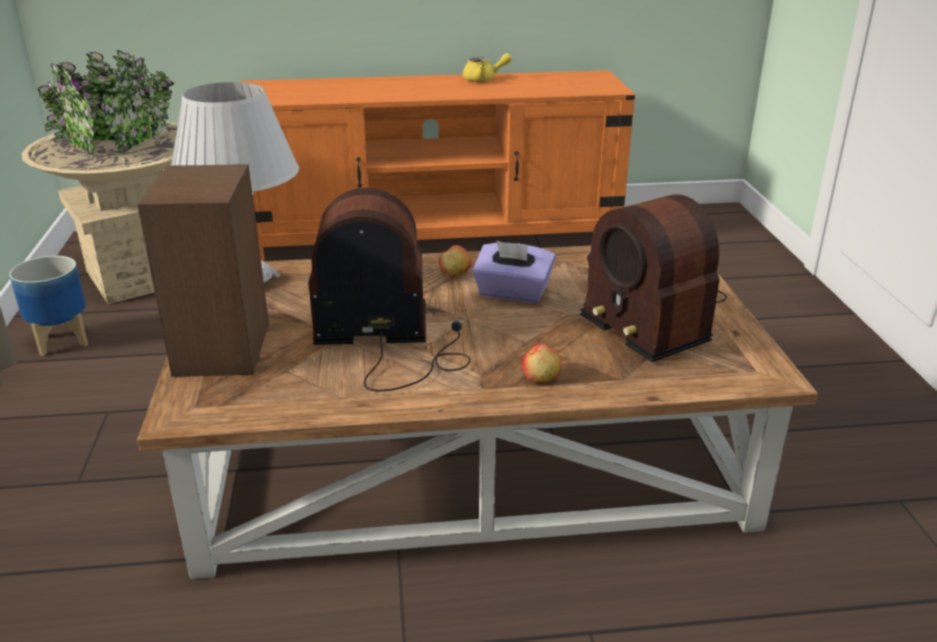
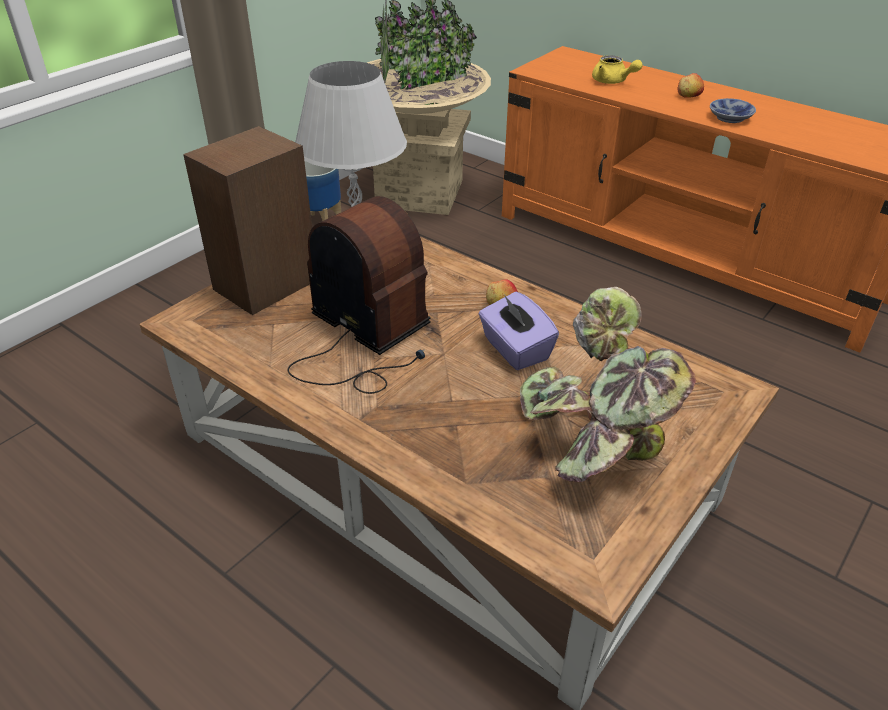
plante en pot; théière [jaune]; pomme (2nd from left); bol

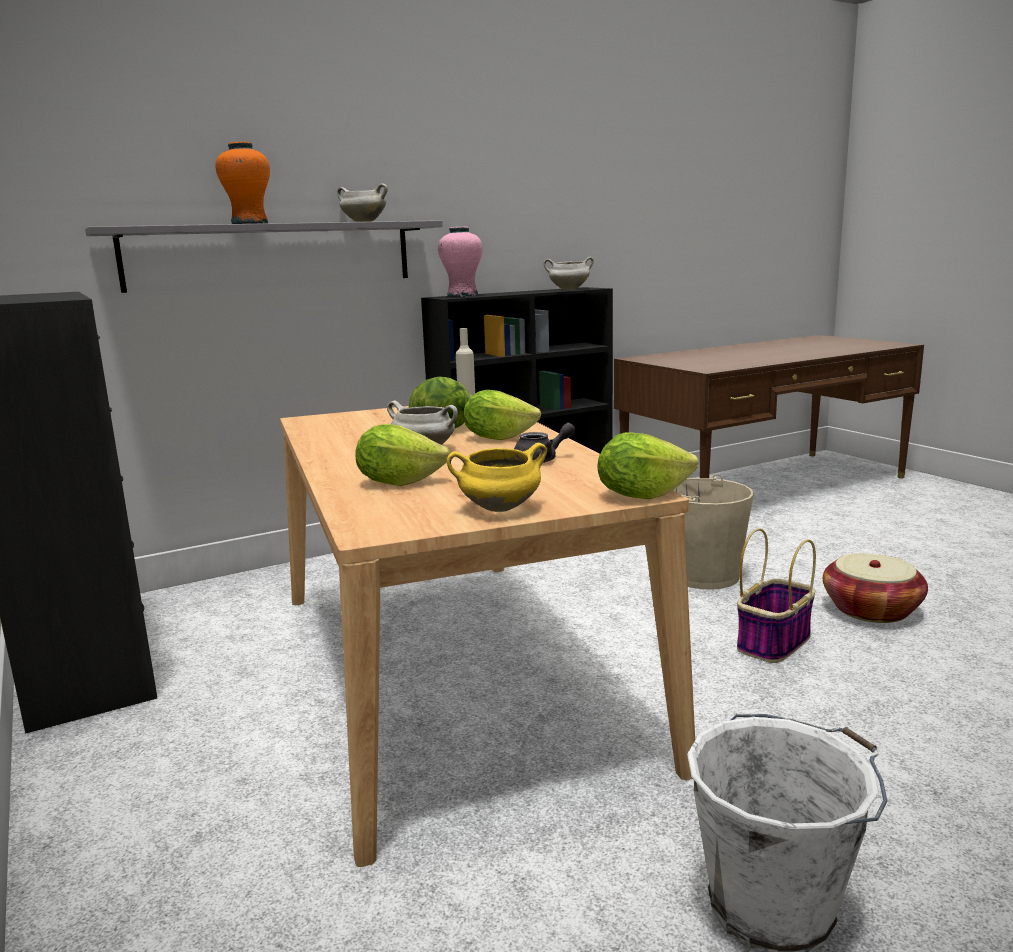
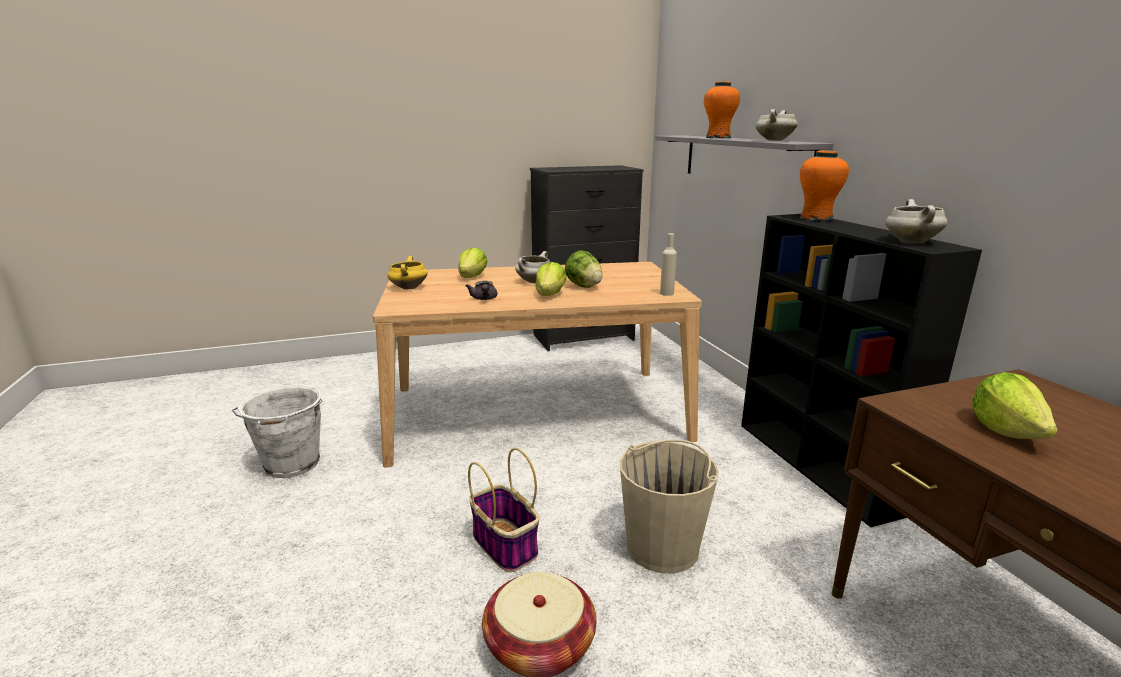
vase [orange] (2nd from left); laitue (4th from left)

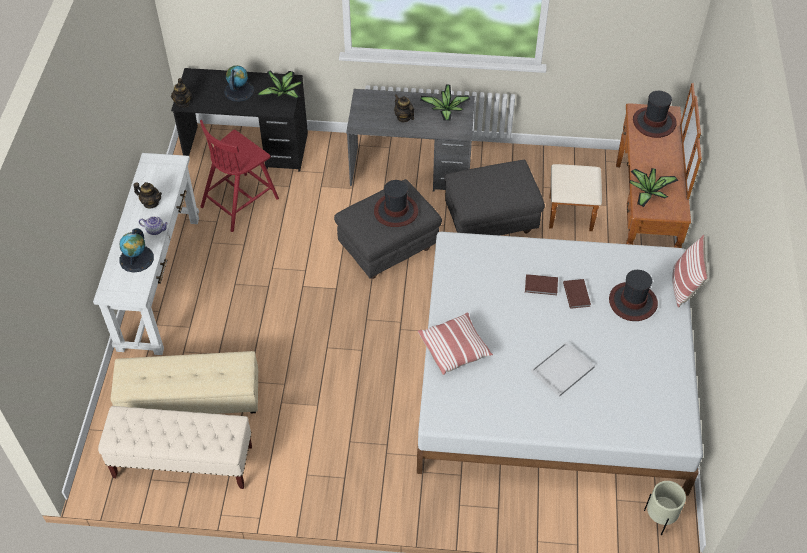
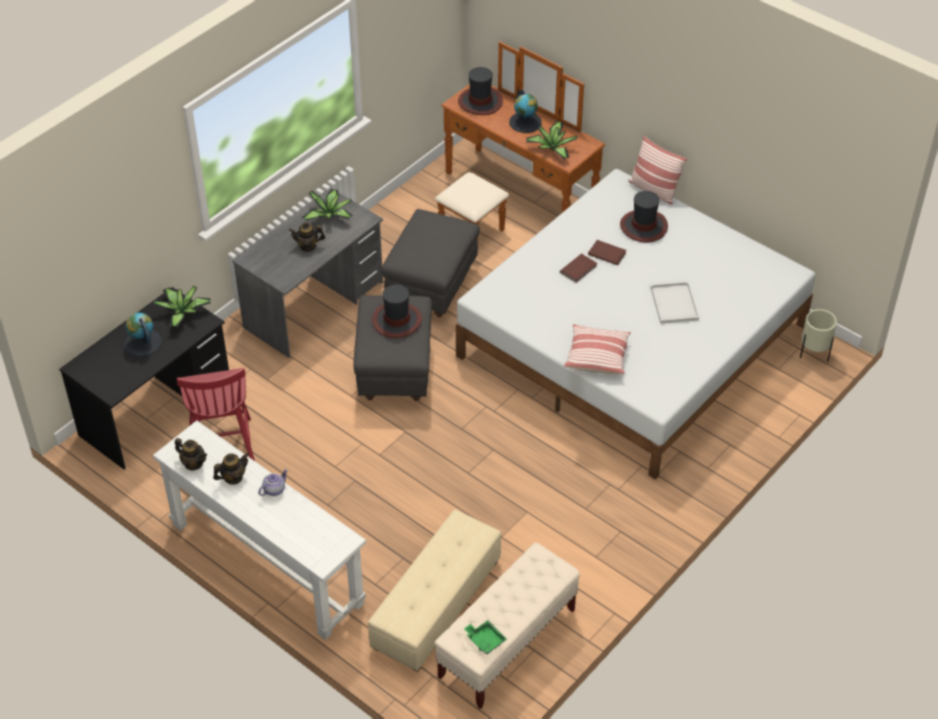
théière (1st from left); plateau [vert]; globe (2nd from left)

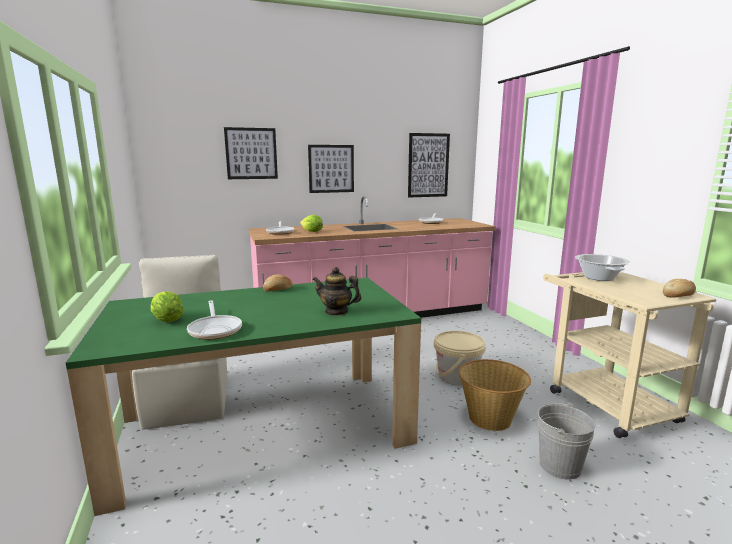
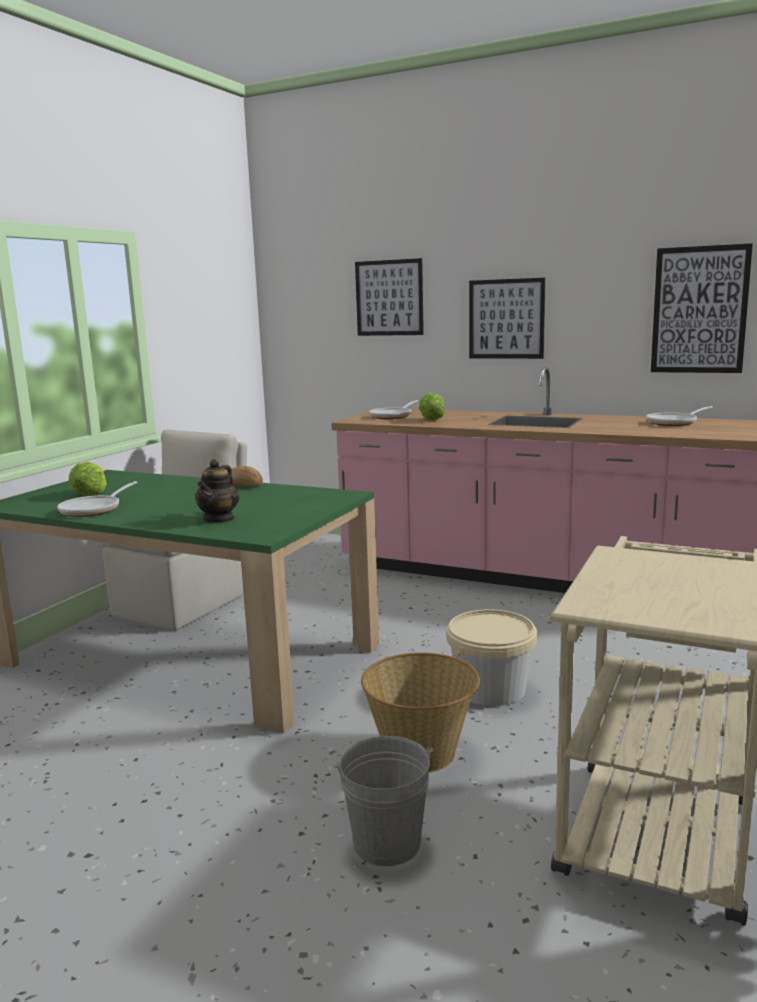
théière; marmite; pain (2nd from left in the first image)

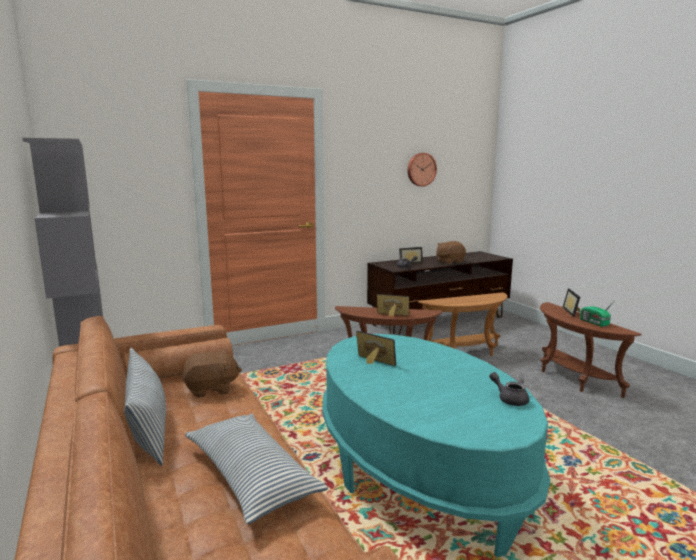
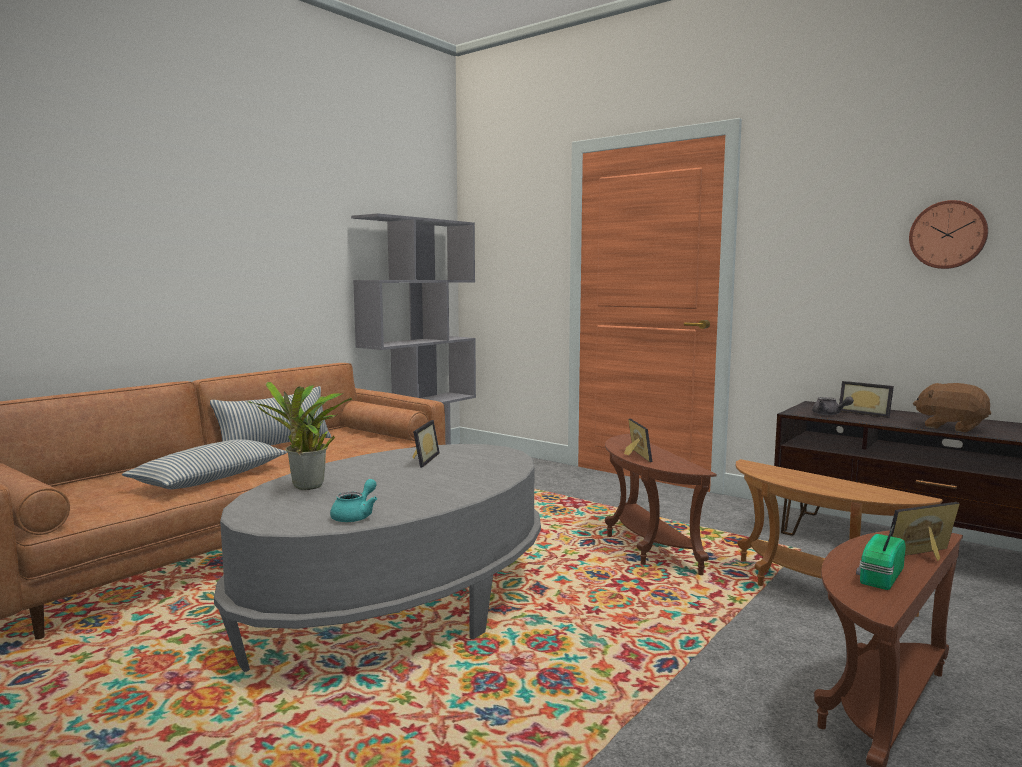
table basse [gris]; plante en pot; théière [turquoise]; peluche [marron] (1st from left in the first image)

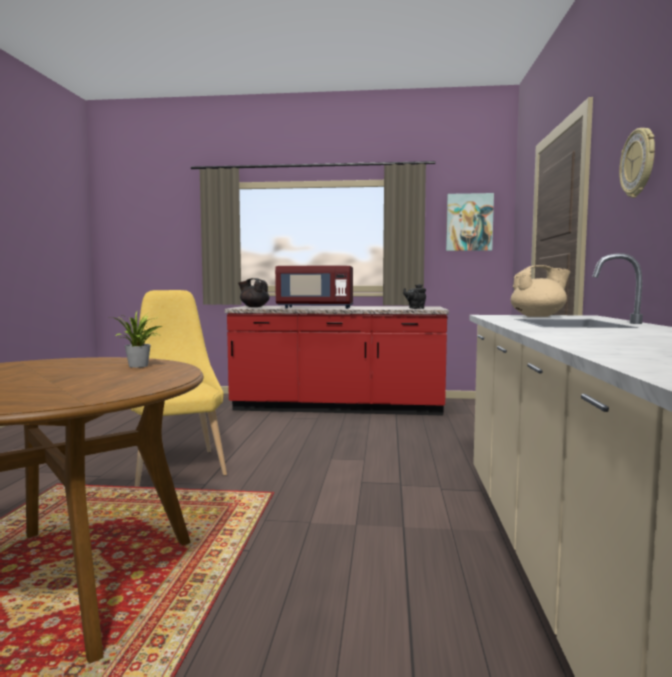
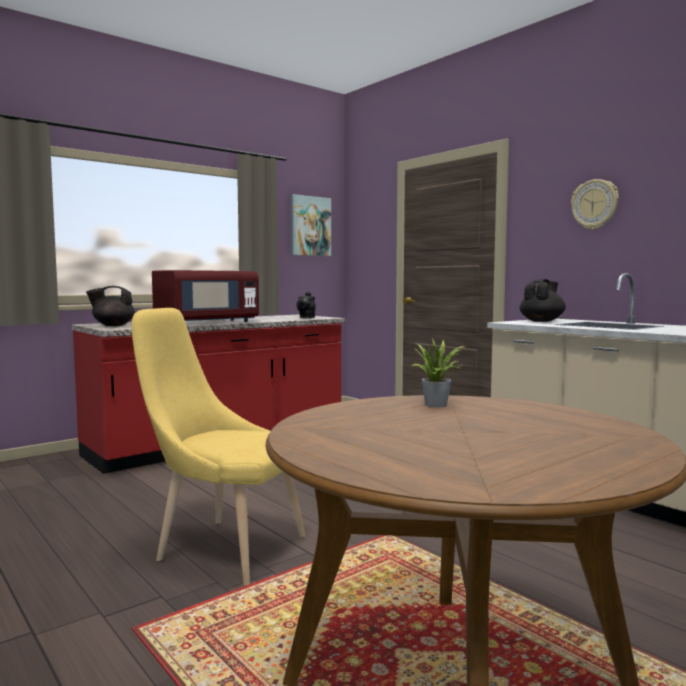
théière [noir] (3rd from left)

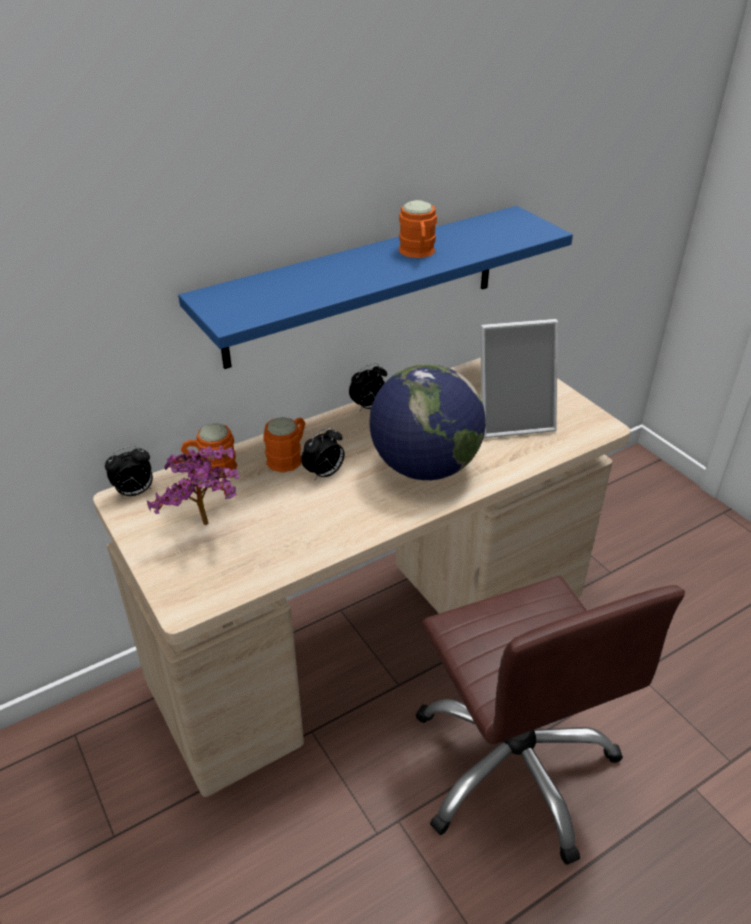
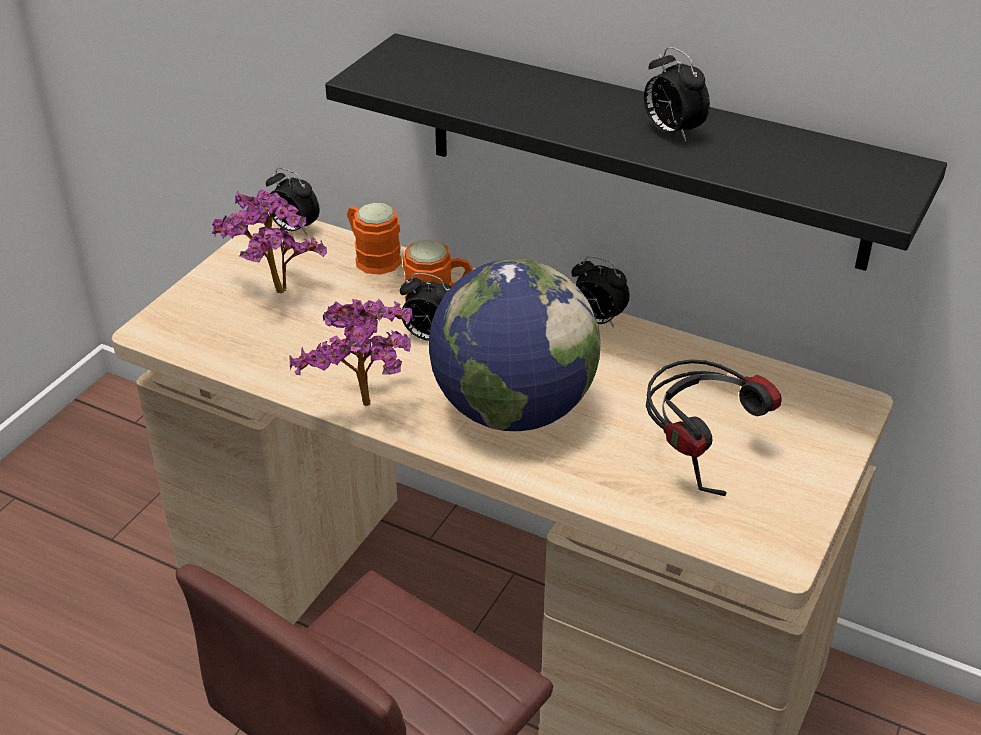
plante en pot (2nd from left); étagère [noir]; réveil (4th from left); casque audio

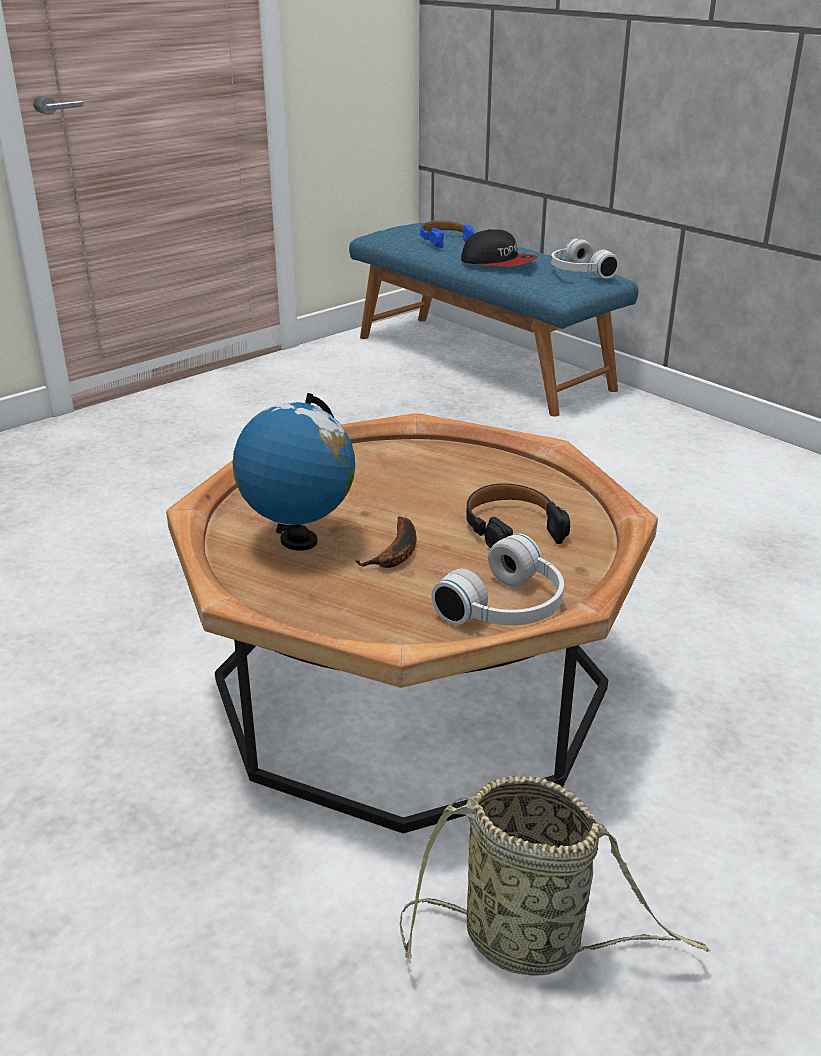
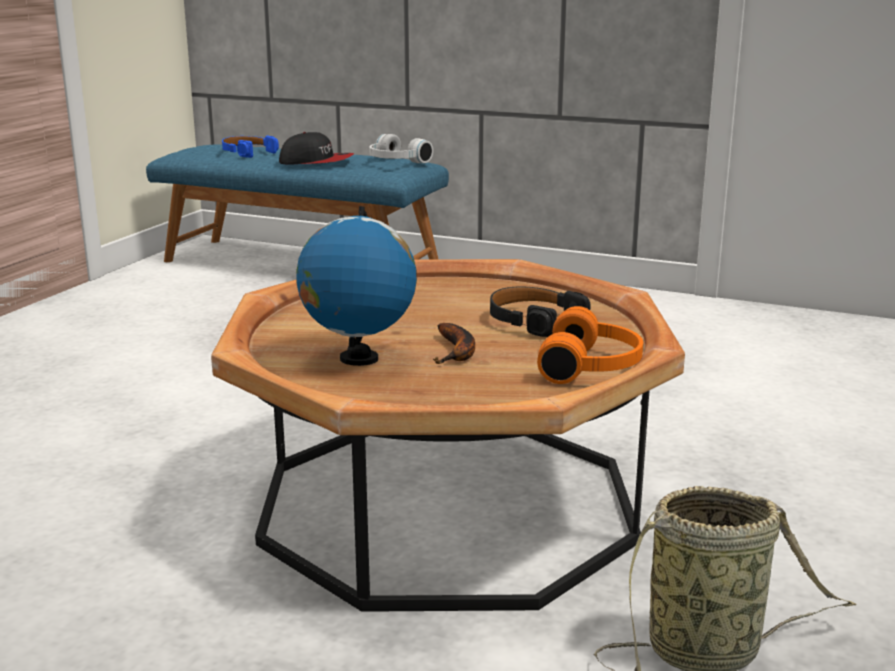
casque audio [orange]

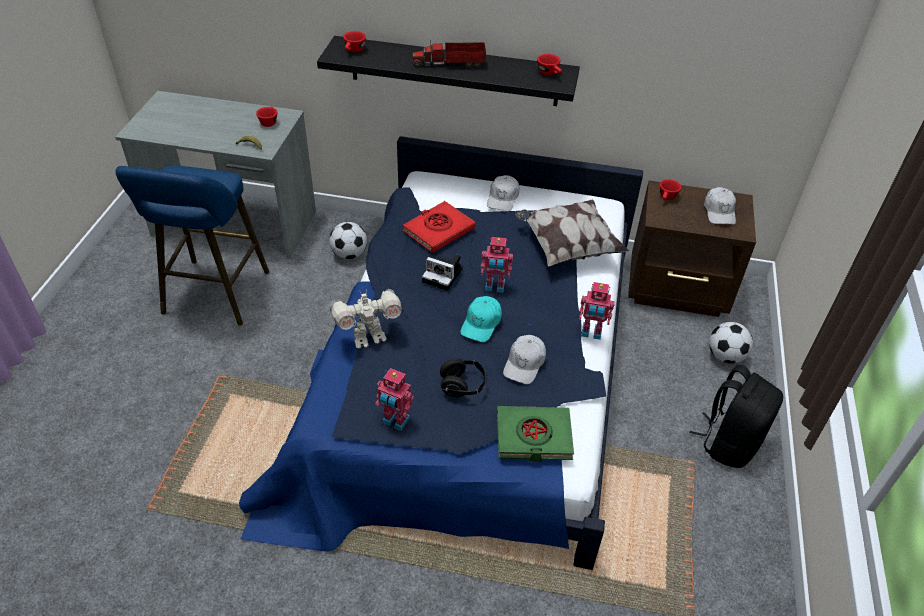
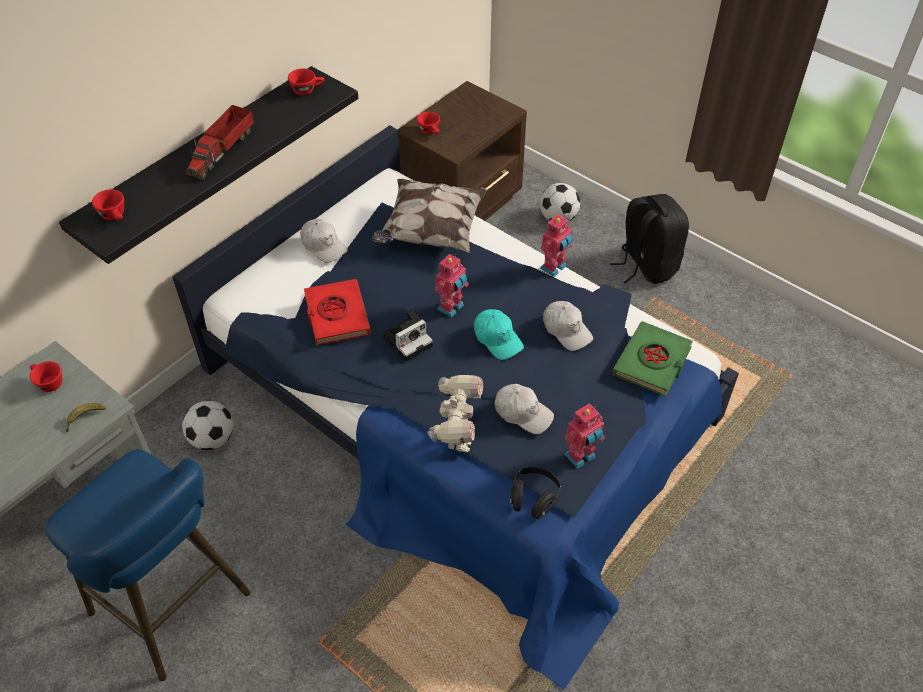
casquette [blanc] (2nd from left); casque audio [noir]

